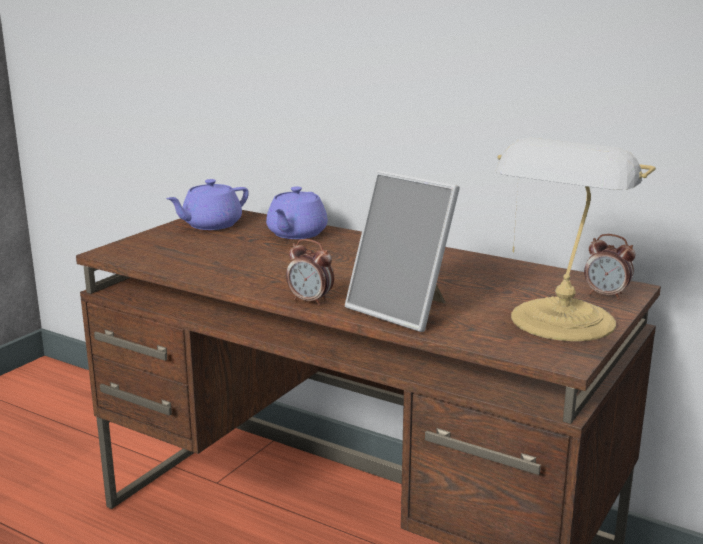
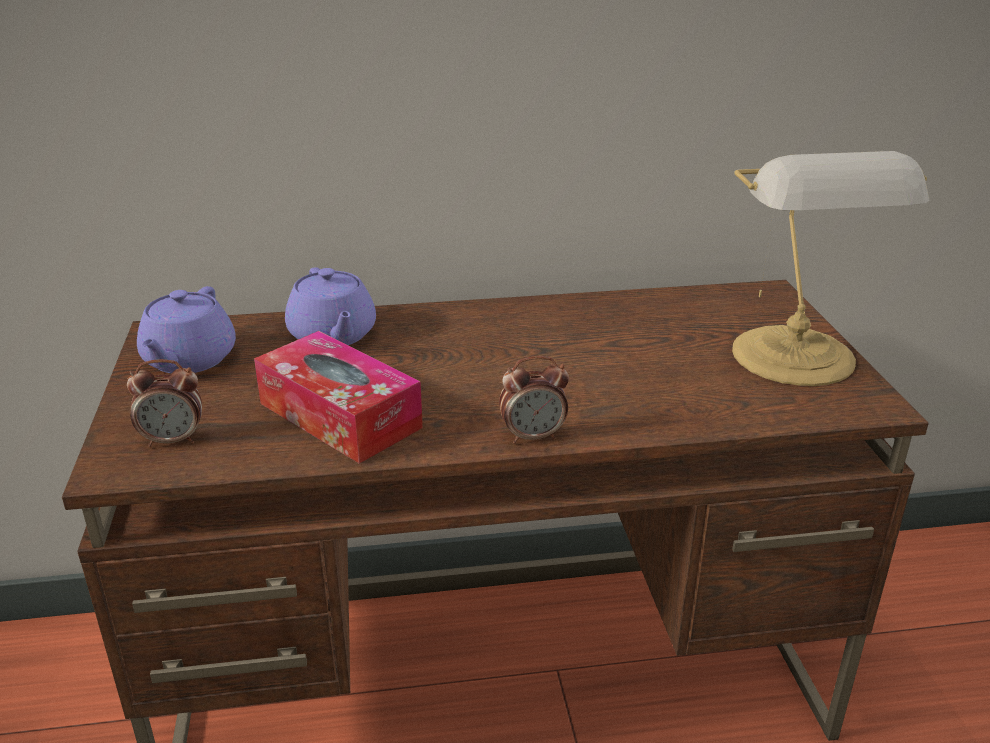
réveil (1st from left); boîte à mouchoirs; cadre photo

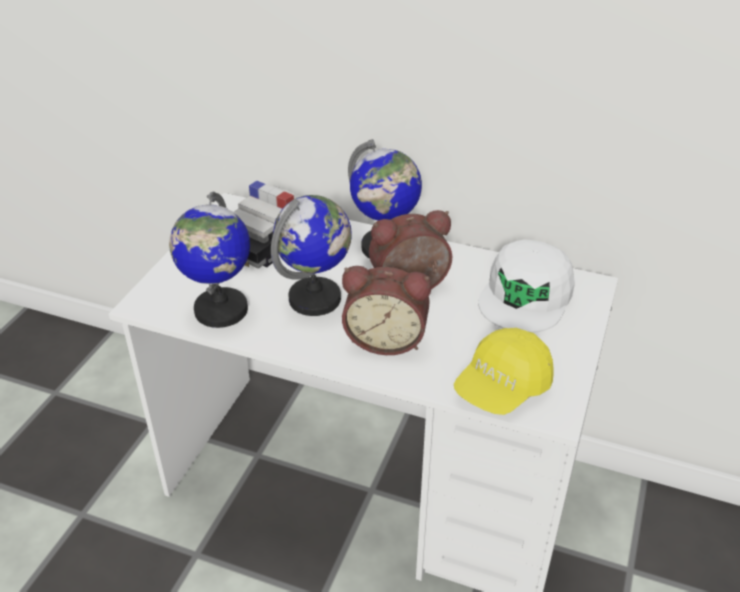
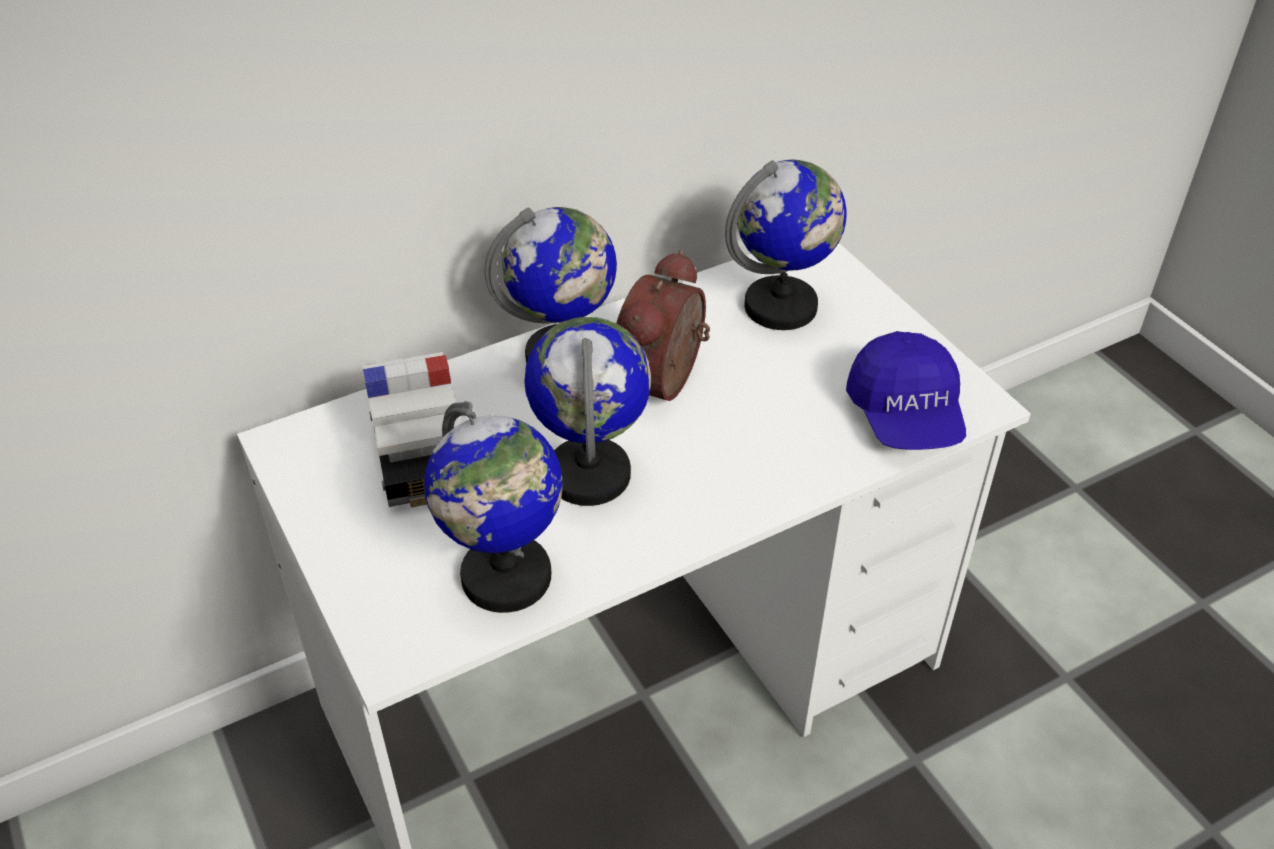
globe (4th from left); casquette [bleu]; réveil (1st from left in the first image)

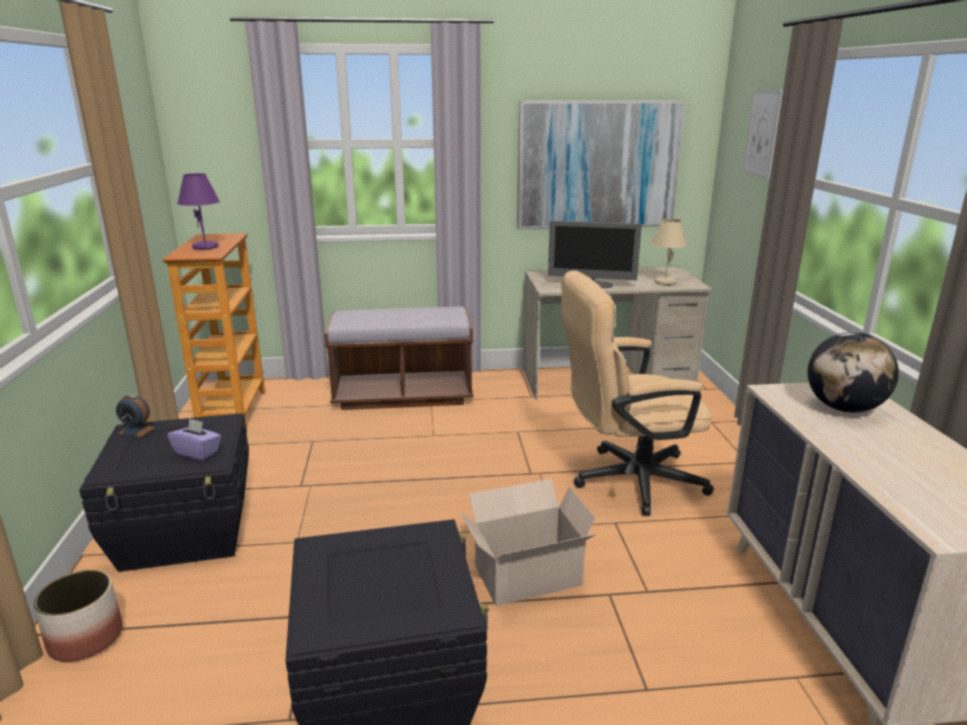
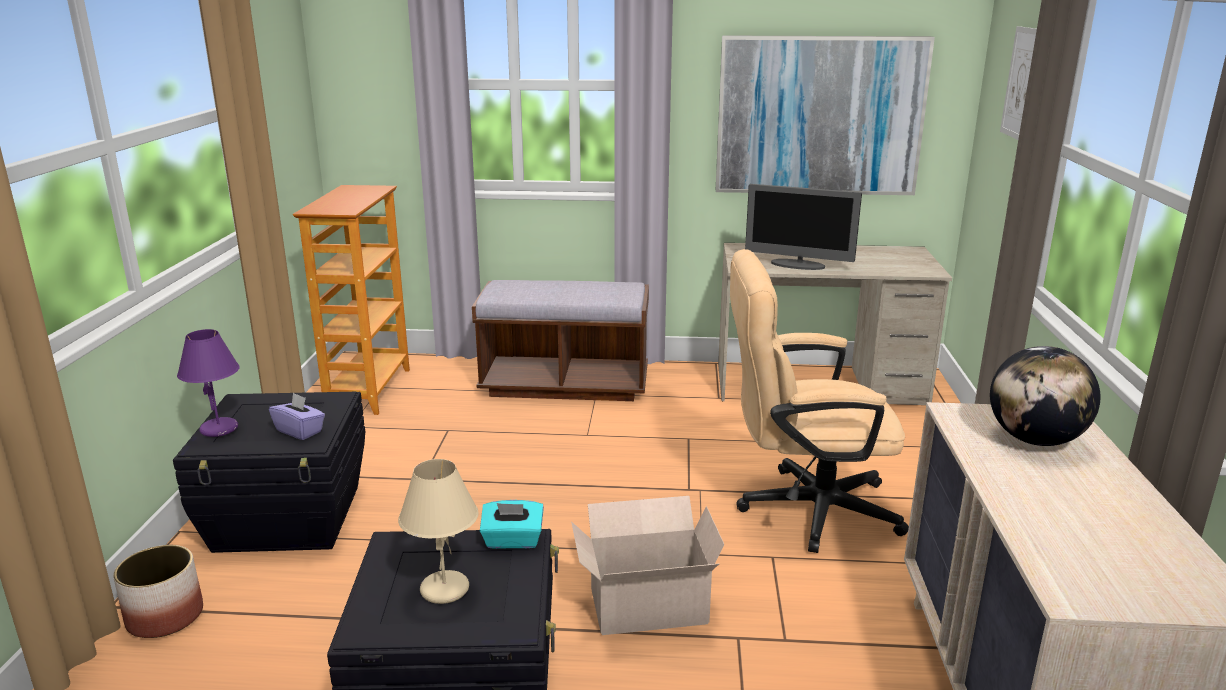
lampe de table [violet]; lampe de table [beige]; boîte à mouchoirs [turquoise]; réveil

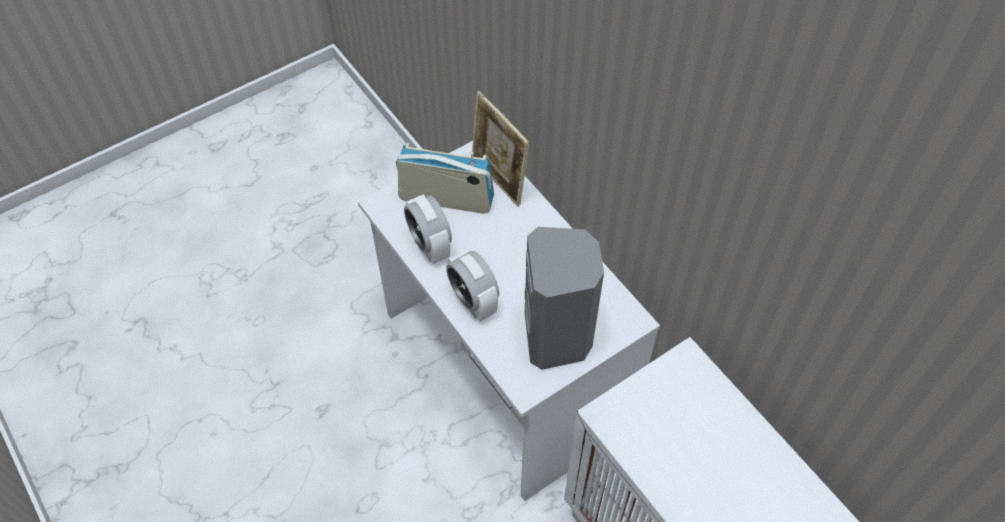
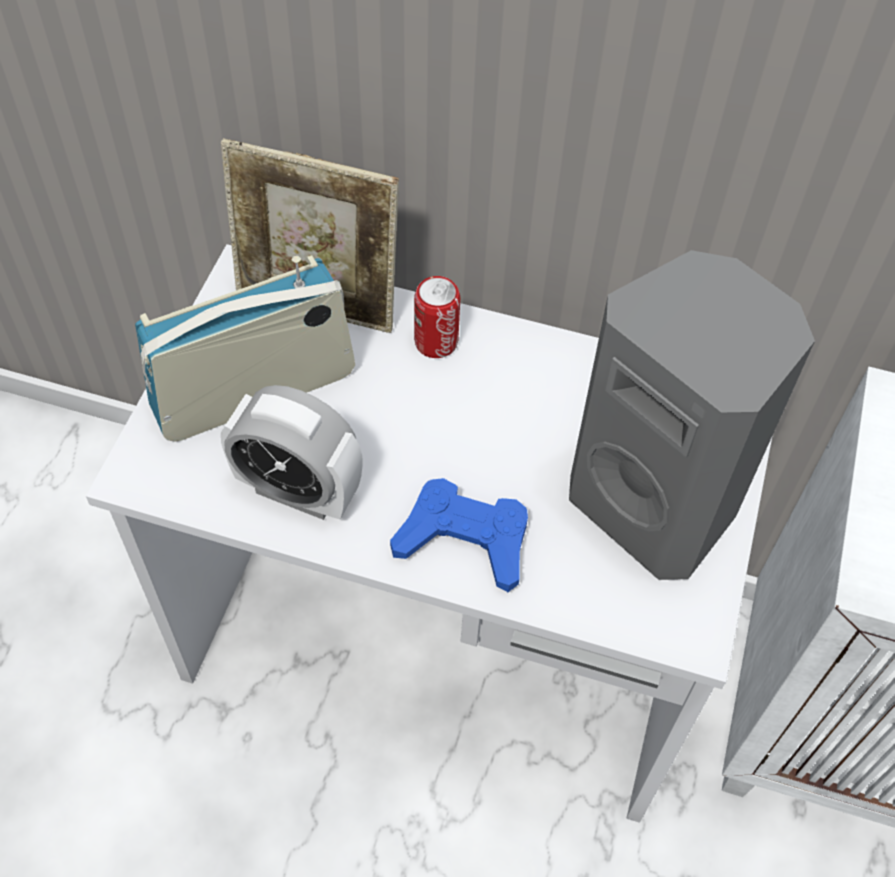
manette [bleu]; boîte métallique

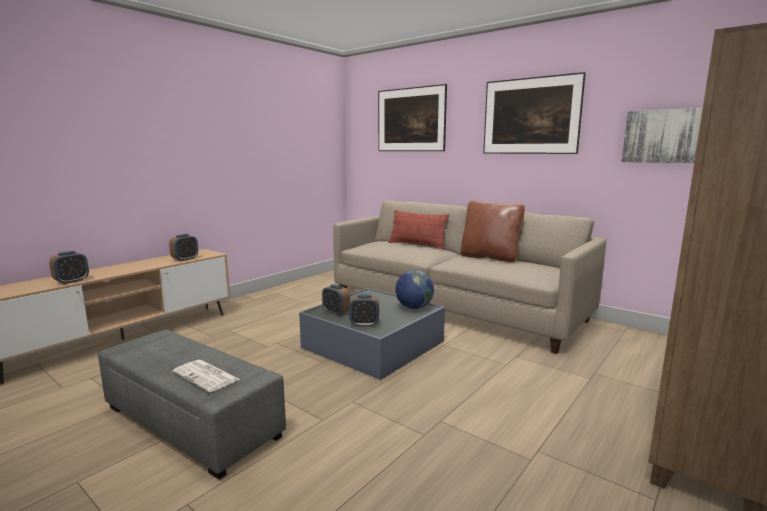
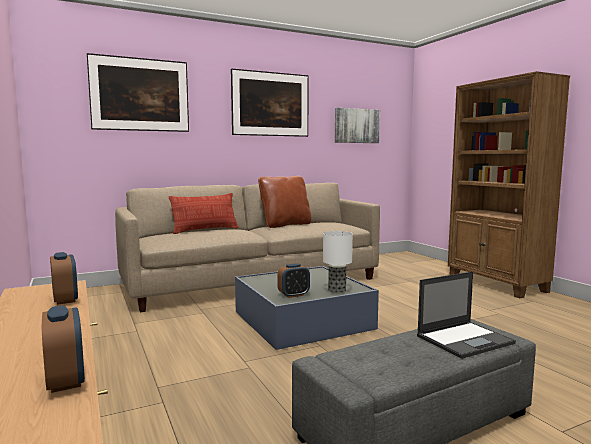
lampe de table; ordinateur portable; globe

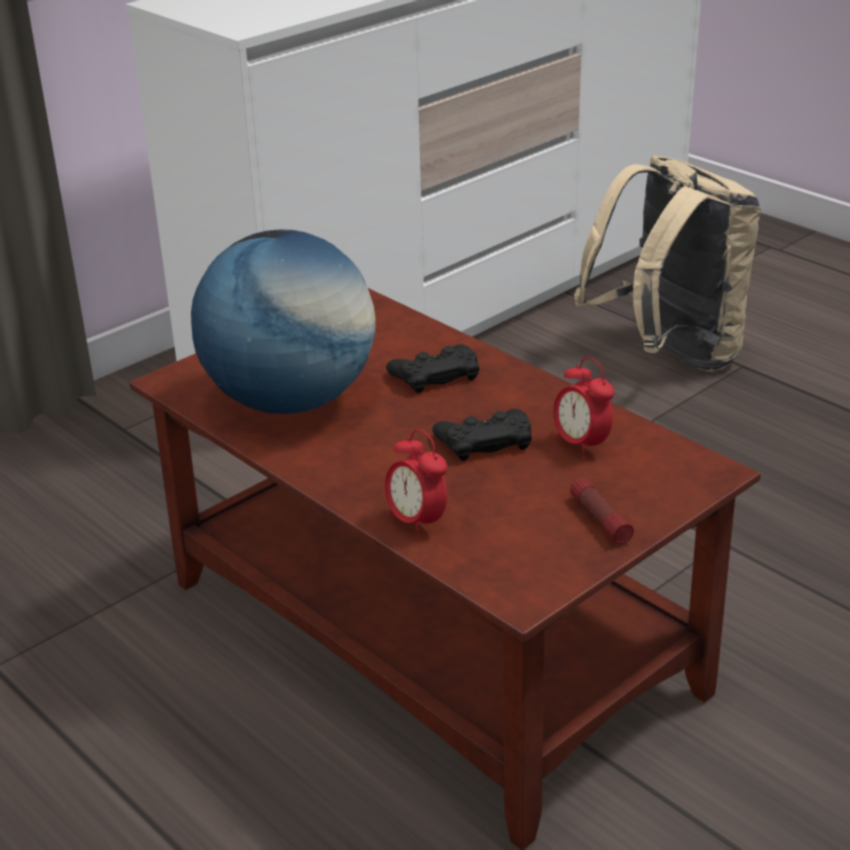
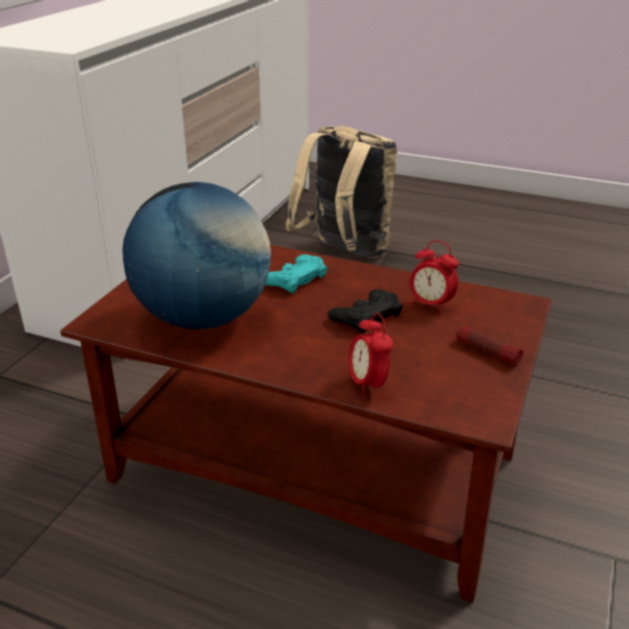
manette [turquoise]; réveil (1st from left)

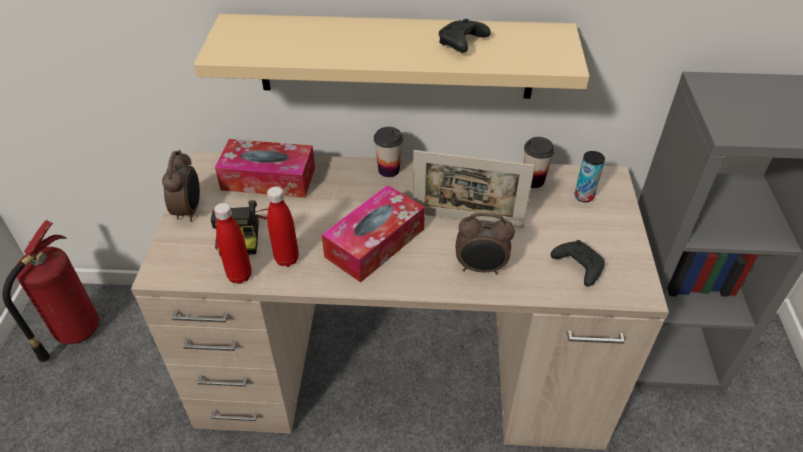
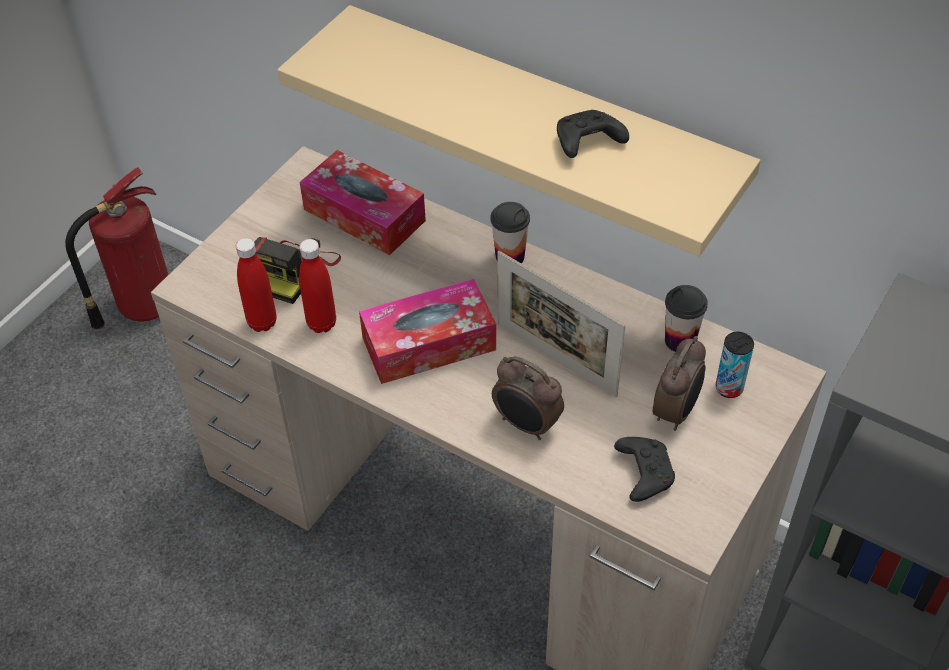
réveil (2nd from left)

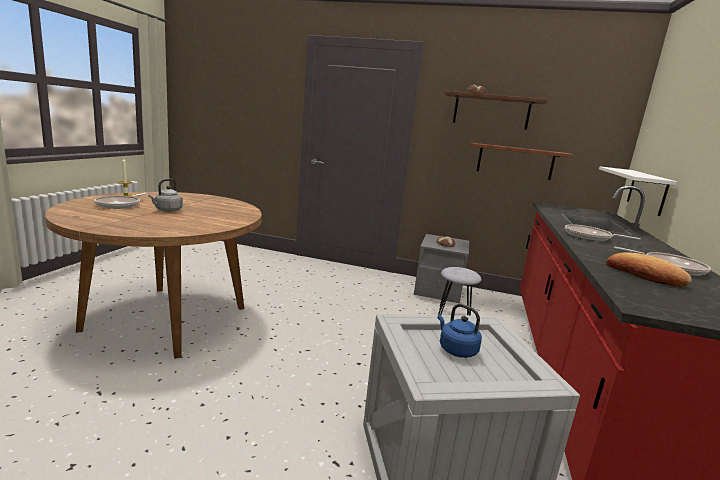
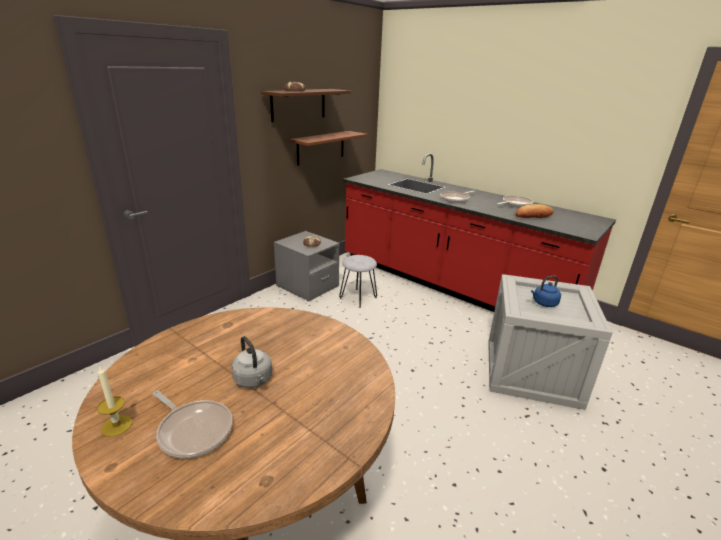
étagère [blanc]

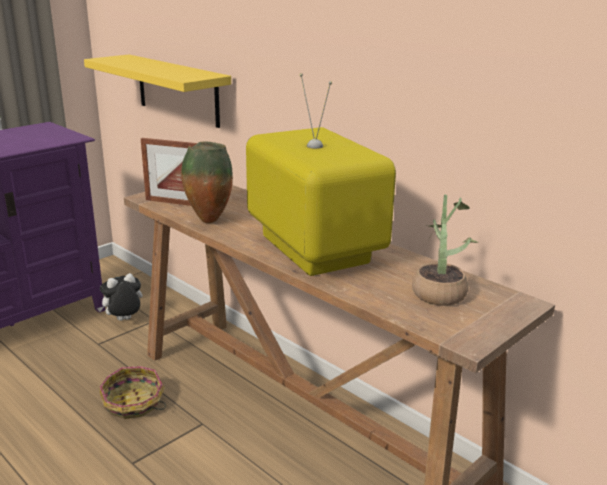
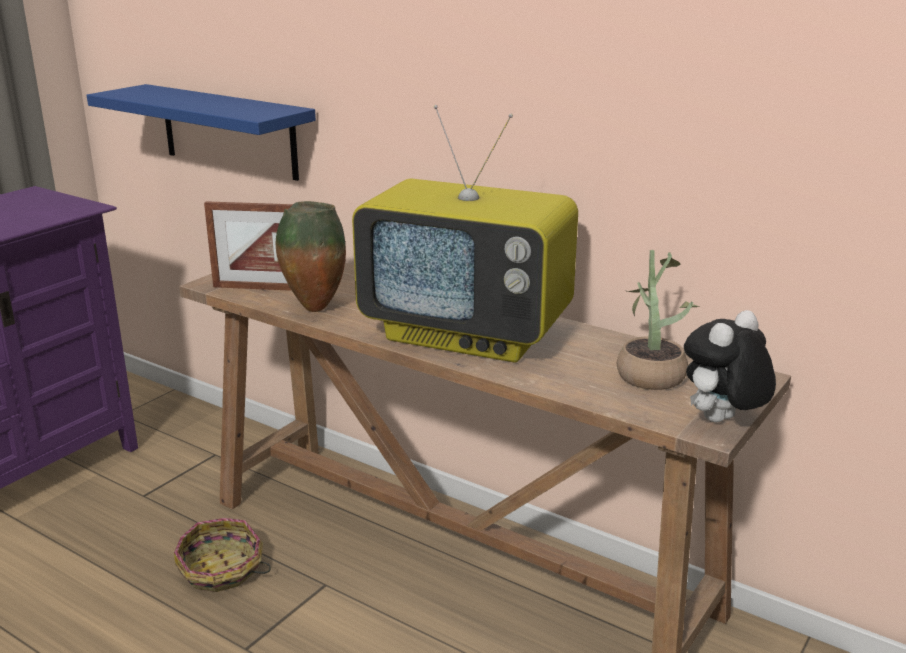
étagère [bleu]; téléviseur; peluche

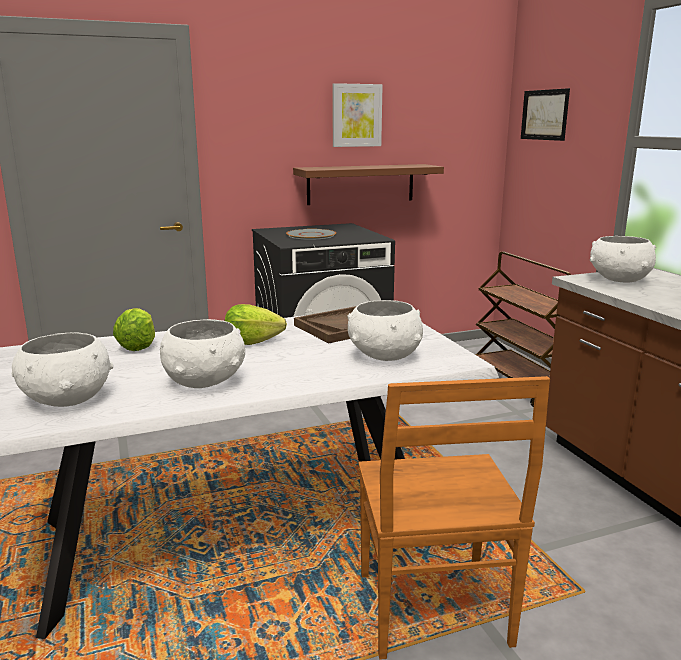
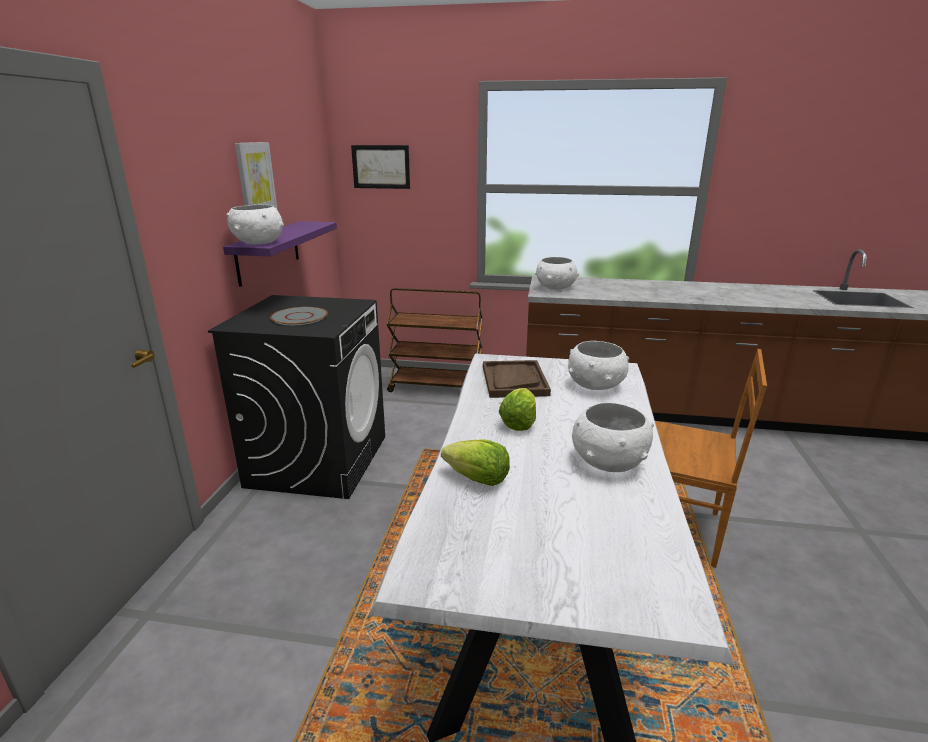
étagère [violet]; bol [blanc] (1st from left)

